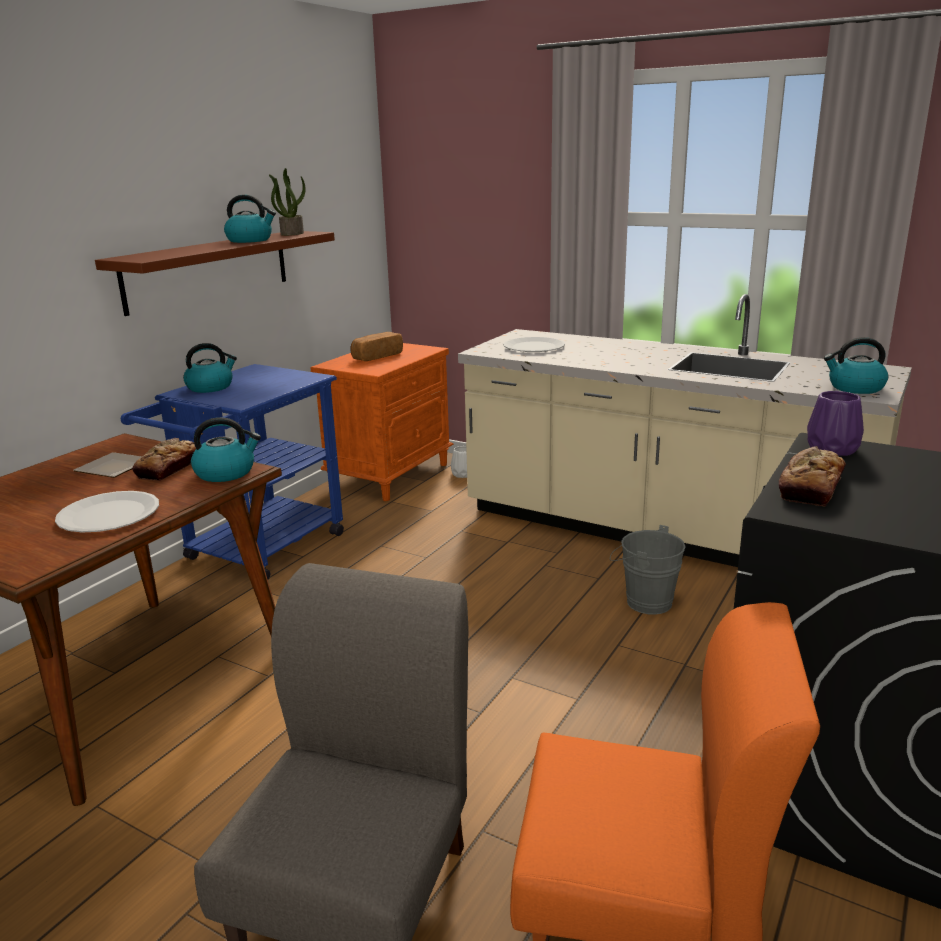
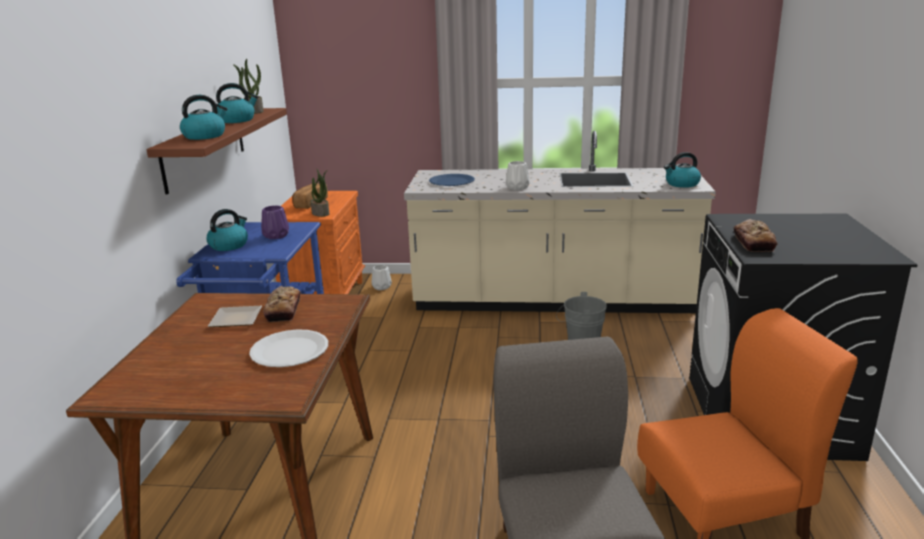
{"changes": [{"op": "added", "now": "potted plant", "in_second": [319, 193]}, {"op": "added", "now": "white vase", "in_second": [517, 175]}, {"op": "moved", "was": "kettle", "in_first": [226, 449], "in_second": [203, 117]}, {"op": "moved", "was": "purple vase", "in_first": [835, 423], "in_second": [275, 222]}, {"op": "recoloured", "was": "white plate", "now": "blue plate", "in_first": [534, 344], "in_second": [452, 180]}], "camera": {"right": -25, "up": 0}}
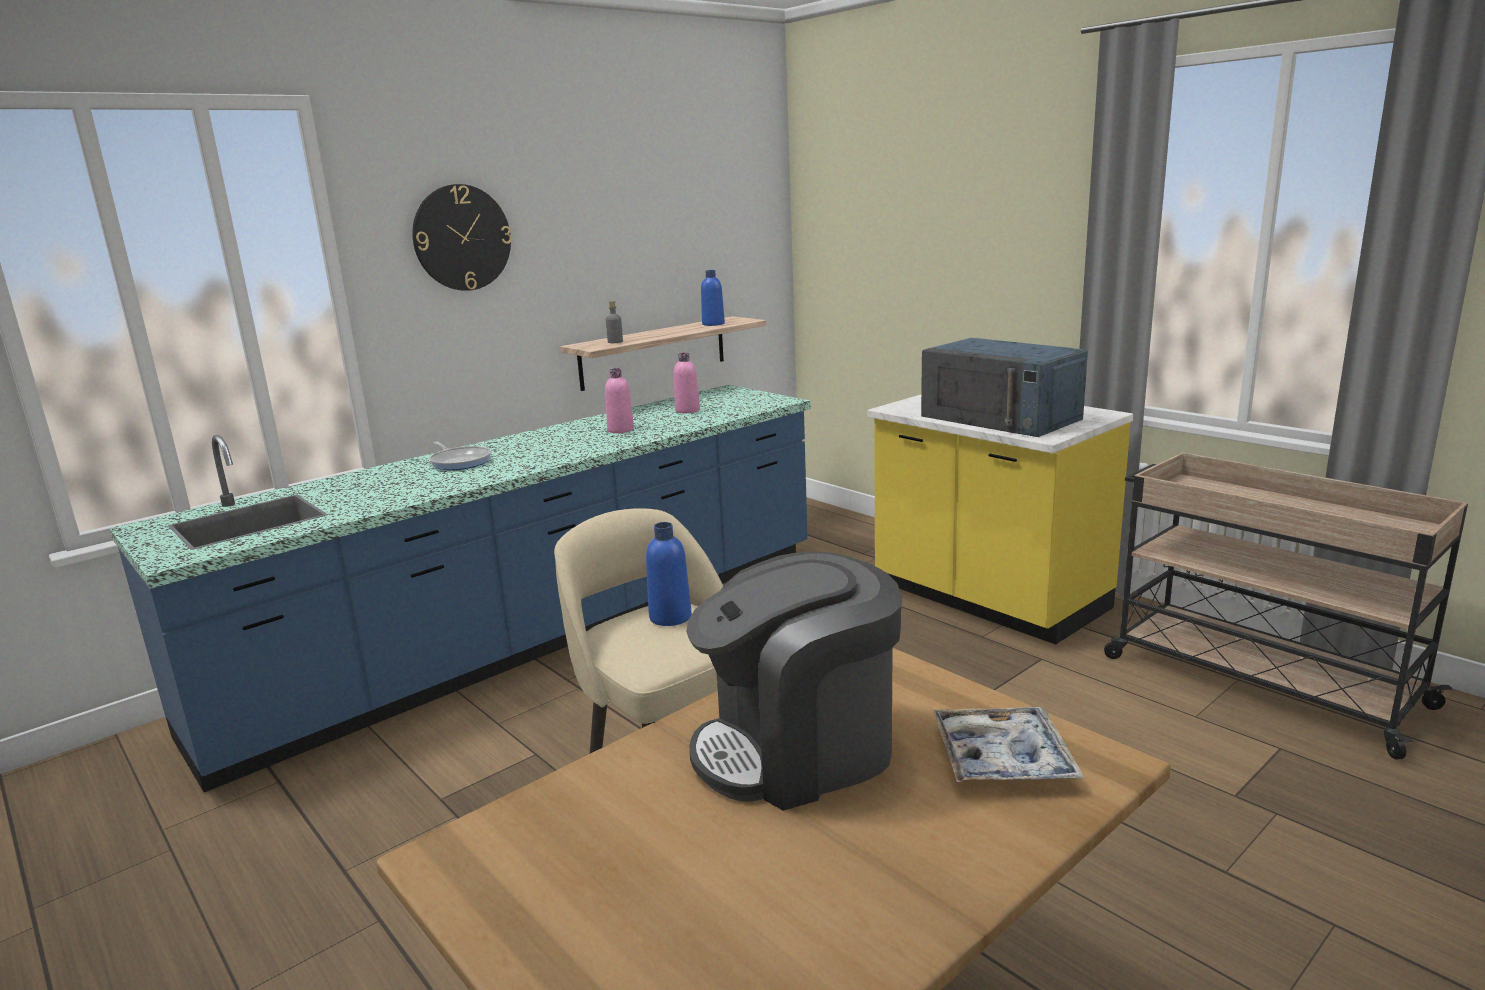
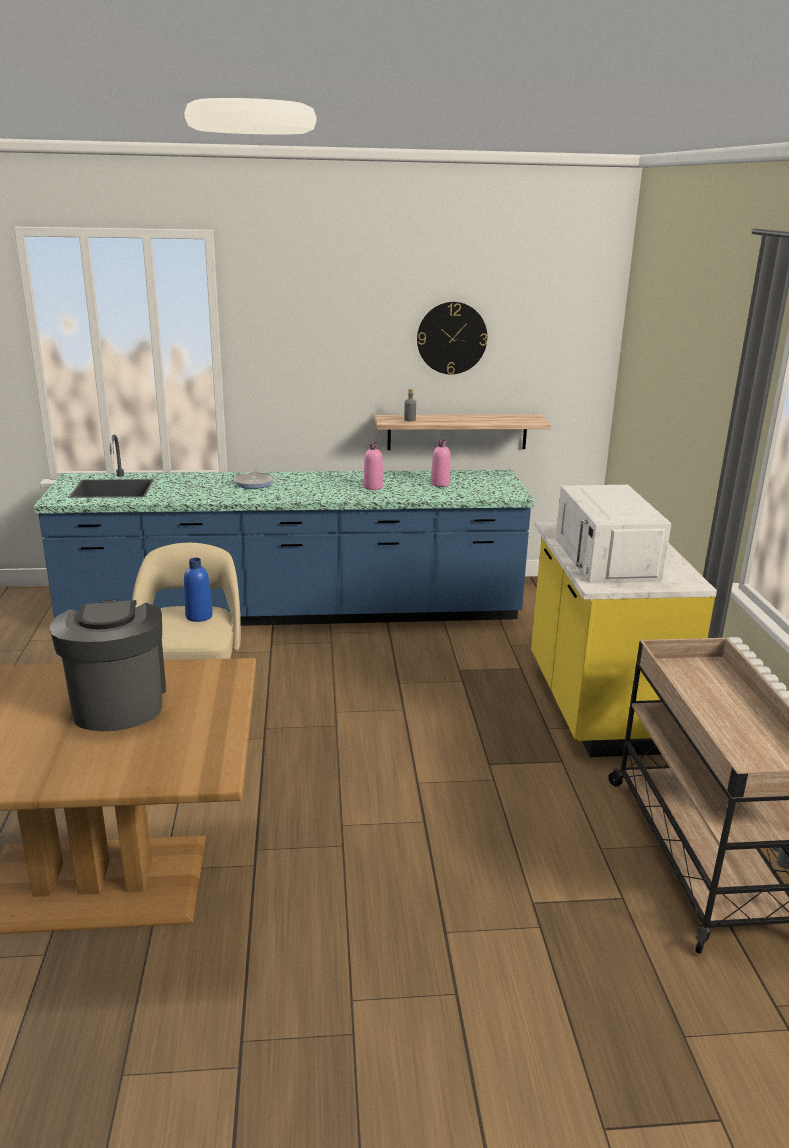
{"changes": [{"op": "removed", "was": "blue bottle", "in_first": [713, 298]}, {"op": "removed", "was": "tray", "in_first": [1008, 744]}, {"op": "moved", "was": "wall clock", "in_first": [462, 237], "in_second": [452, 338]}, {"op": "recoloured", "was": "blue microwave", "now": "white microwave", "in_first": [1004, 387], "in_second": [613, 534]}, {"op": "turned", "was": "coffee machine", "in_first": [794, 681], "in_second": [108, 665], "clockwise": 60}], "camera": {"right": 35, "up": 5}}
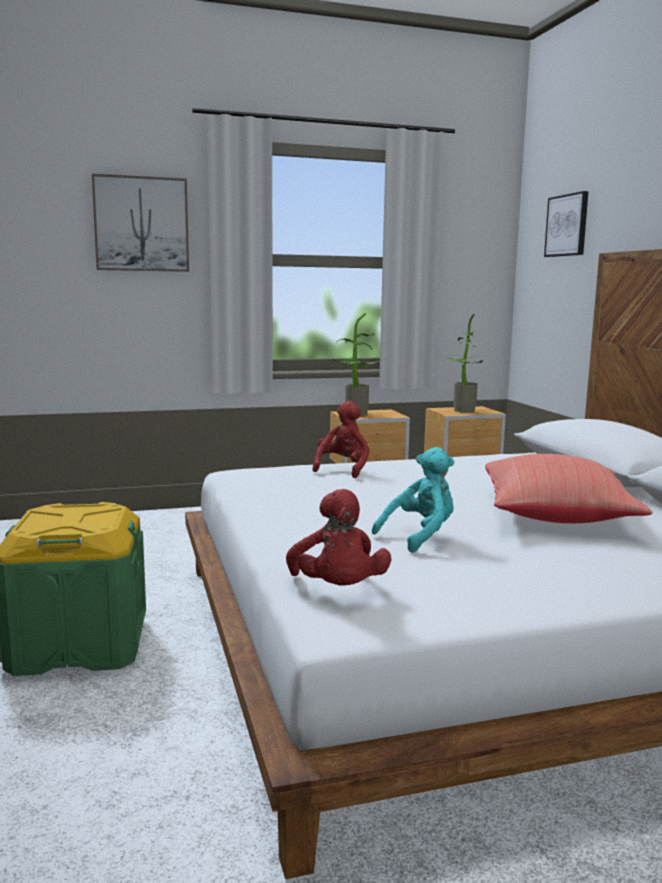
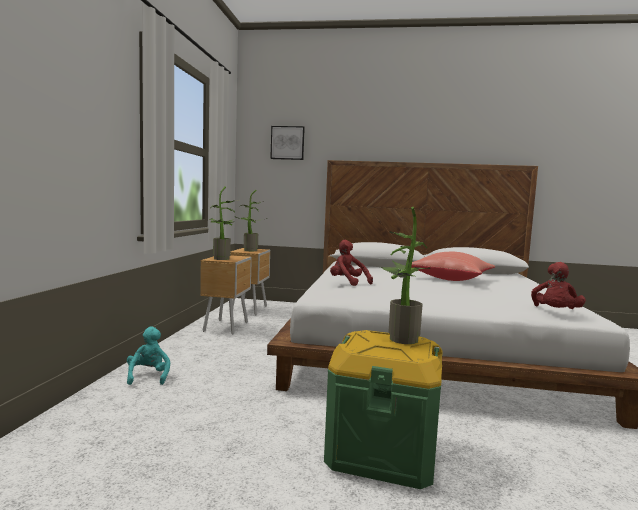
{"changes": [{"op": "removed", "was": "picture", "in_first": [140, 223]}, {"op": "added", "now": "potted plant", "in_second": [405, 275]}, {"op": "moved", "was": "turquoise plush toy", "in_first": [413, 500], "in_second": [148, 356]}, {"op": "turned", "was": "red plush toy", "in_first": [338, 537], "in_second": [558, 285], "clockwise": 105}], "camera": {"right": -65, "up": -5}}
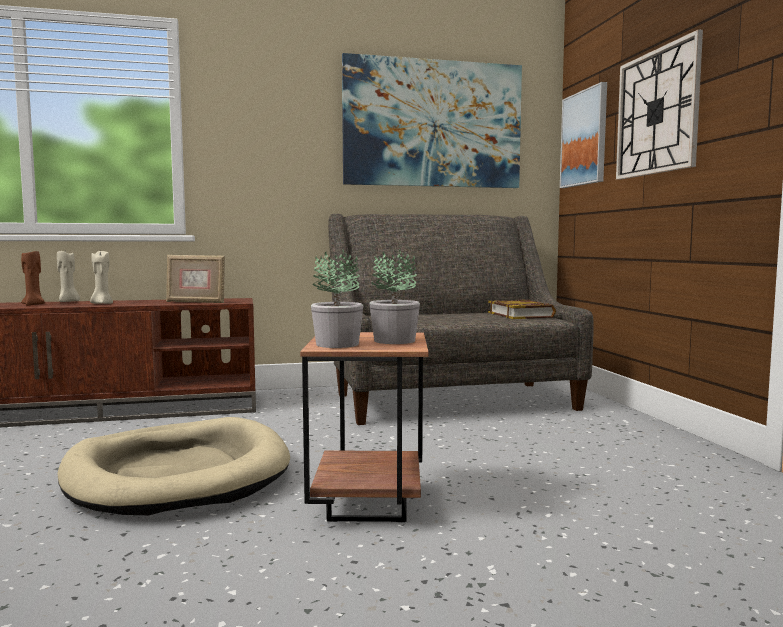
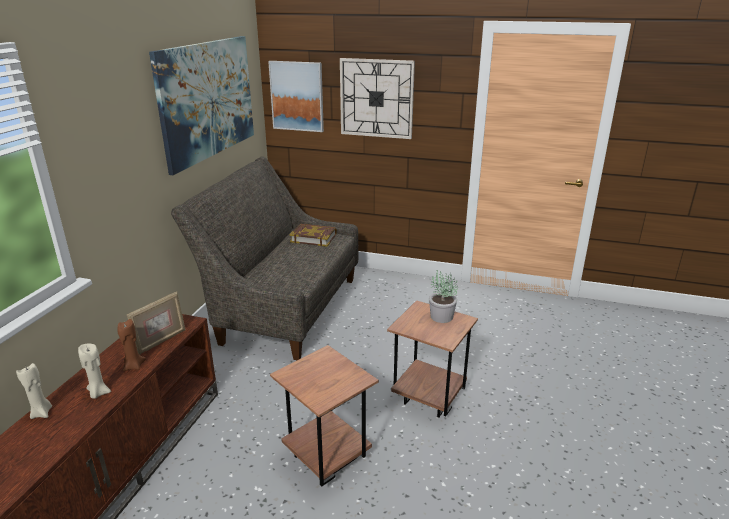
{"changes": [{"op": "removed", "was": "potted plant", "in_first": [337, 299]}, {"op": "moved", "was": "brown candle", "in_first": [33, 278], "in_second": [132, 345]}, {"op": "replaced", "was": "beige dog bed", "now": "brown side table", "in_first": [173, 466], "in_second": [324, 416]}], "camera": {"right": -60, "up": 20}}
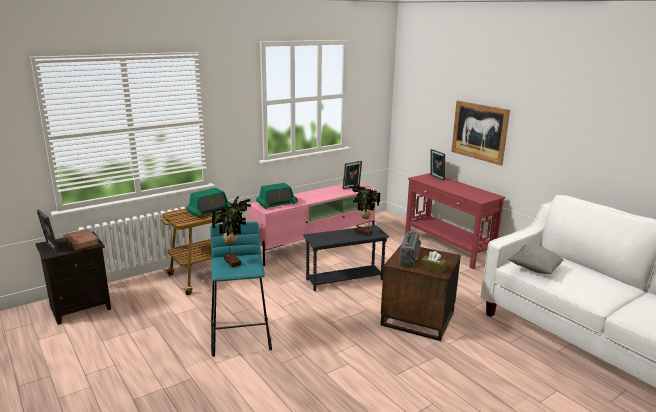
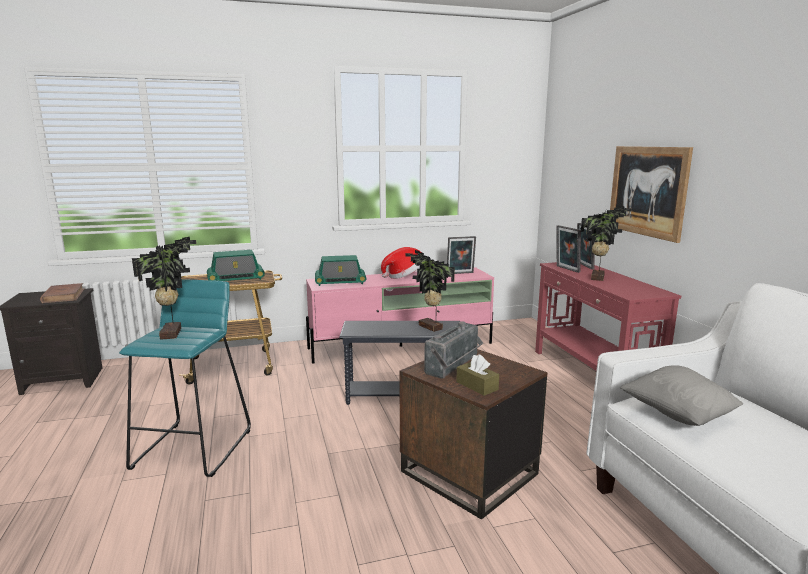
{"changes": [{"op": "added", "now": "hat", "in_second": [401, 263]}, {"op": "added", "now": "potted plant", "in_second": [606, 243]}, {"op": "moved", "was": "picture frame", "in_first": [48, 230], "in_second": [568, 249]}], "camera": {"right": 20, "up": -5}}
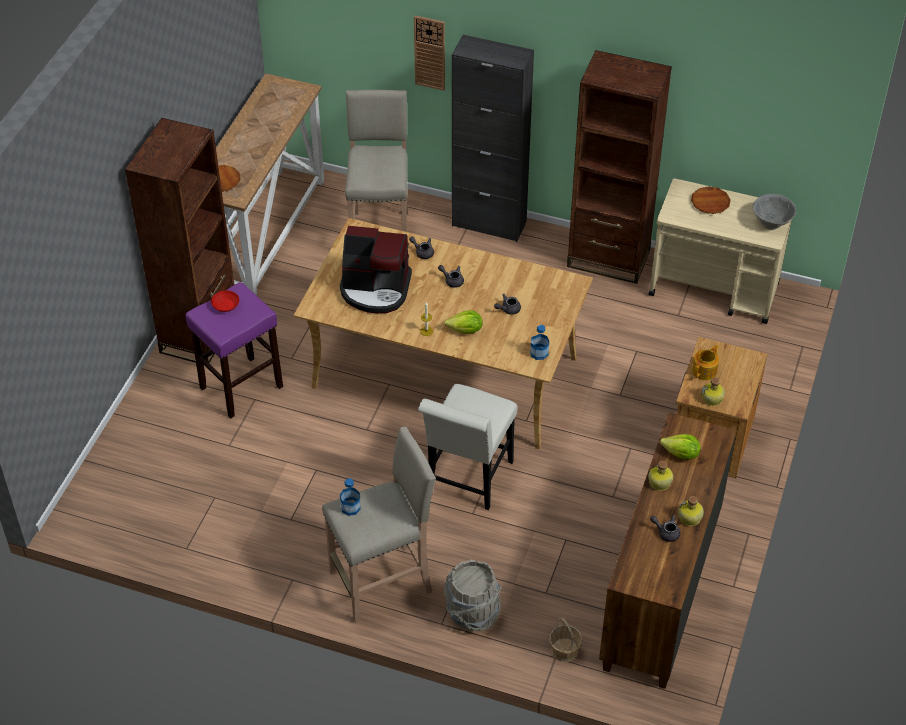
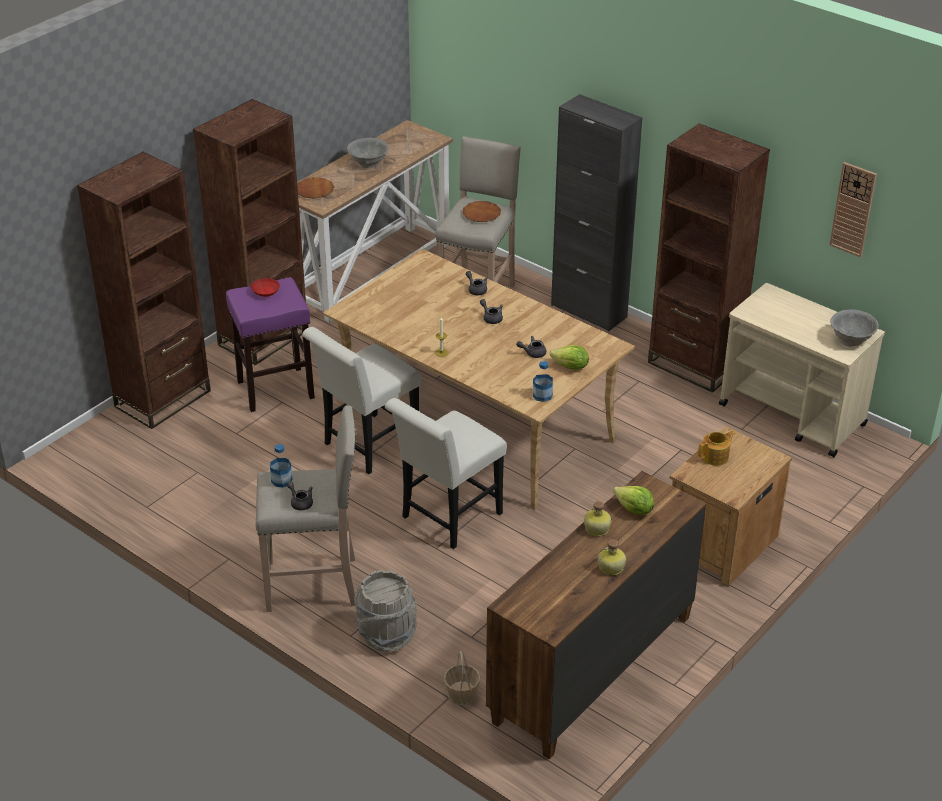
{"changes": [{"op": "removed", "was": "coffee machine", "in_first": [376, 270]}, {"op": "removed", "was": "bottle", "in_first": [713, 392]}, {"op": "added", "now": "brown bookcase", "in_second": [144, 290]}, {"op": "added", "now": "white chair", "in_second": [362, 400]}, {"op": "added", "now": "grey bowl", "in_second": [368, 153]}, {"op": "moved", "was": "wall clock", "in_first": [429, 53], "in_second": [853, 209]}, {"op": "moved", "was": "lettuce", "in_first": [463, 322], "in_second": [569, 357]}, {"op": "moved", "was": "grey teapot", "in_first": [665, 528], "in_second": [299, 496]}, {"op": "moved", "was": "brown plate", "in_first": [711, 200], "in_second": [481, 211]}], "camera": {"right": 20, "up": -10}}
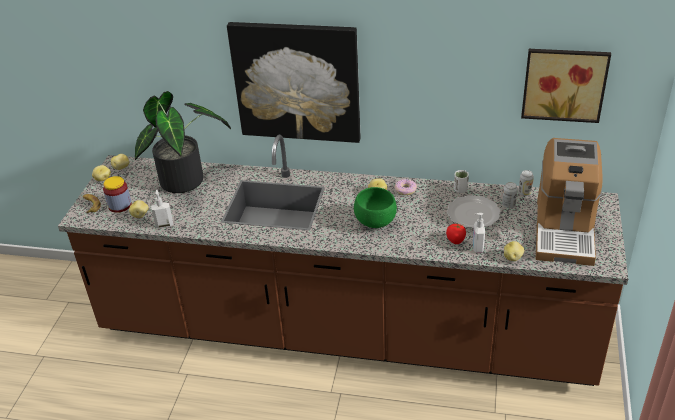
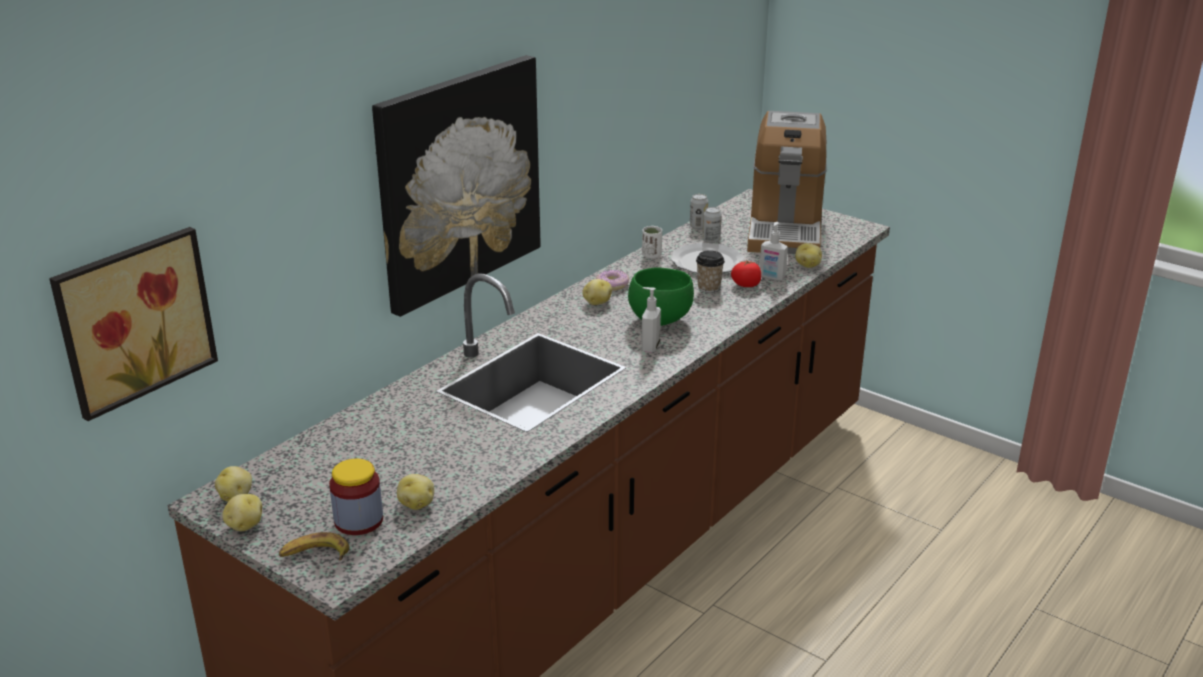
{"changes": [{"op": "removed", "was": "potted plant", "in_first": [183, 142]}, {"op": "added", "now": "cup", "in_second": [710, 272]}, {"op": "moved", "was": "soap dispenser", "in_first": [162, 209], "in_second": [651, 320]}, {"op": "moved", "was": "picture", "in_first": [566, 86], "in_second": [133, 324]}, {"op": "turned", "was": "coffee machine", "in_first": [569, 202], "in_second": [787, 182], "clockwise": 60}], "camera": {"right": -65, "up": -10}}
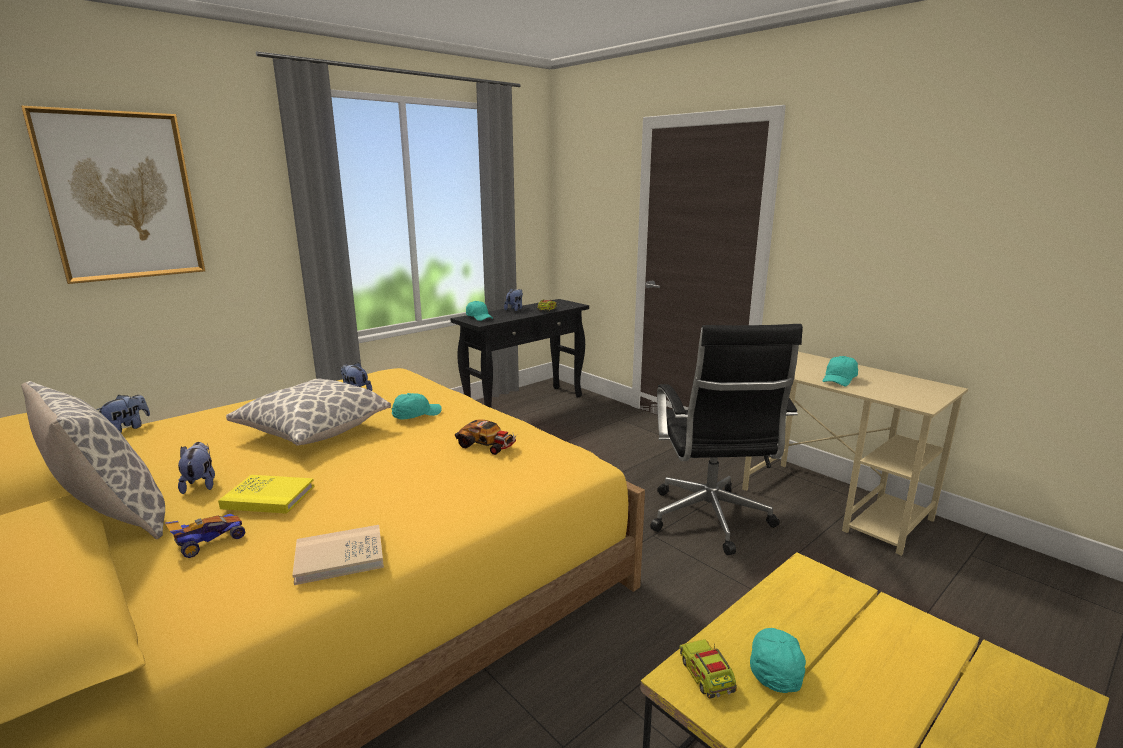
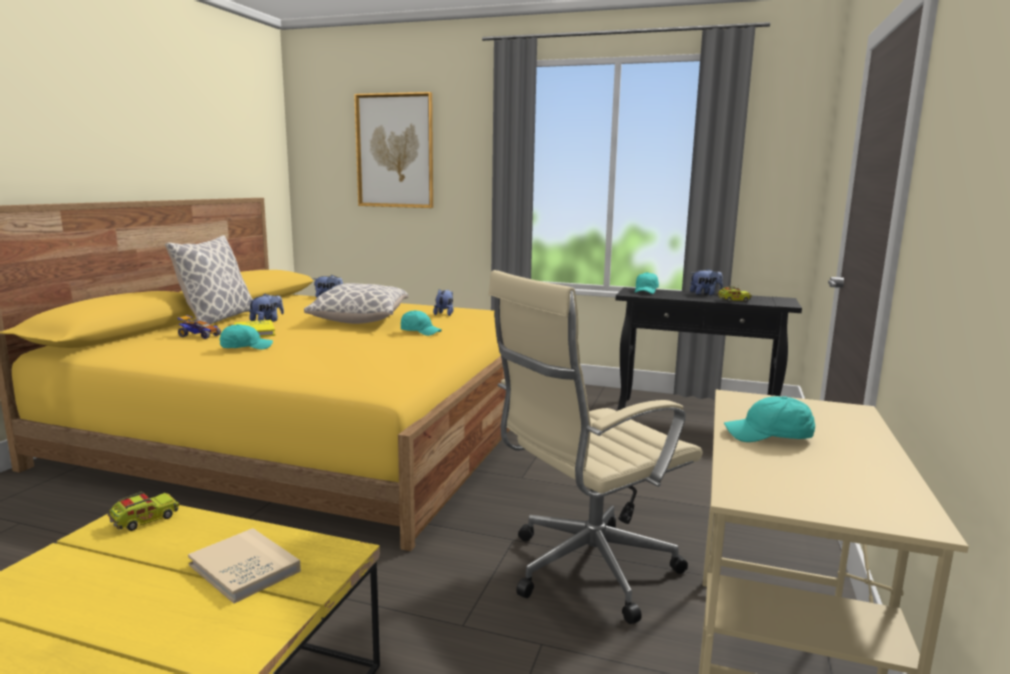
{"changes": [{"op": "removed", "was": "toy car", "in_first": [486, 437]}, {"op": "moved", "was": "beige book", "in_first": [338, 555], "in_second": [244, 565]}, {"op": "moved", "was": "turquoise cap", "in_first": [778, 660], "in_second": [246, 336]}, {"op": "recoloured", "was": "black office chair", "now": "beige office chair", "in_first": [726, 439], "in_second": [595, 447]}], "camera": {"right": 60, "up": -5}}
